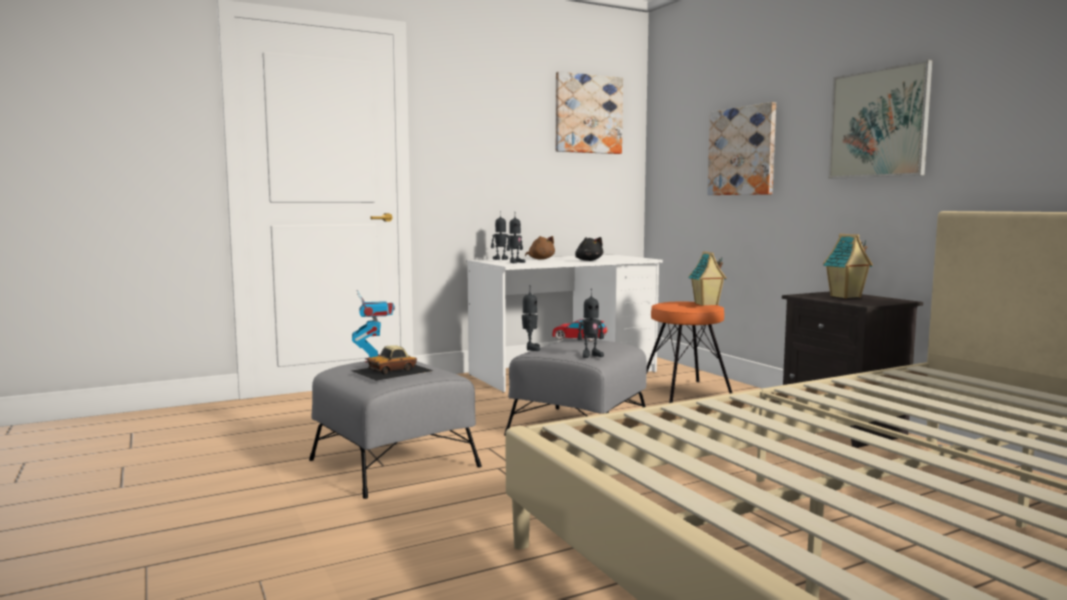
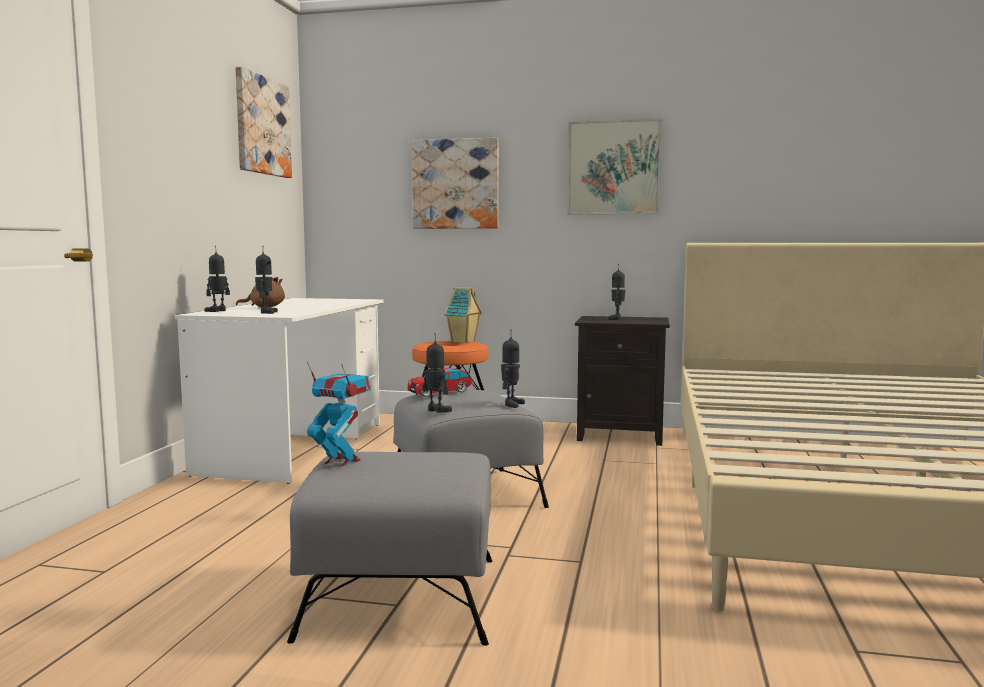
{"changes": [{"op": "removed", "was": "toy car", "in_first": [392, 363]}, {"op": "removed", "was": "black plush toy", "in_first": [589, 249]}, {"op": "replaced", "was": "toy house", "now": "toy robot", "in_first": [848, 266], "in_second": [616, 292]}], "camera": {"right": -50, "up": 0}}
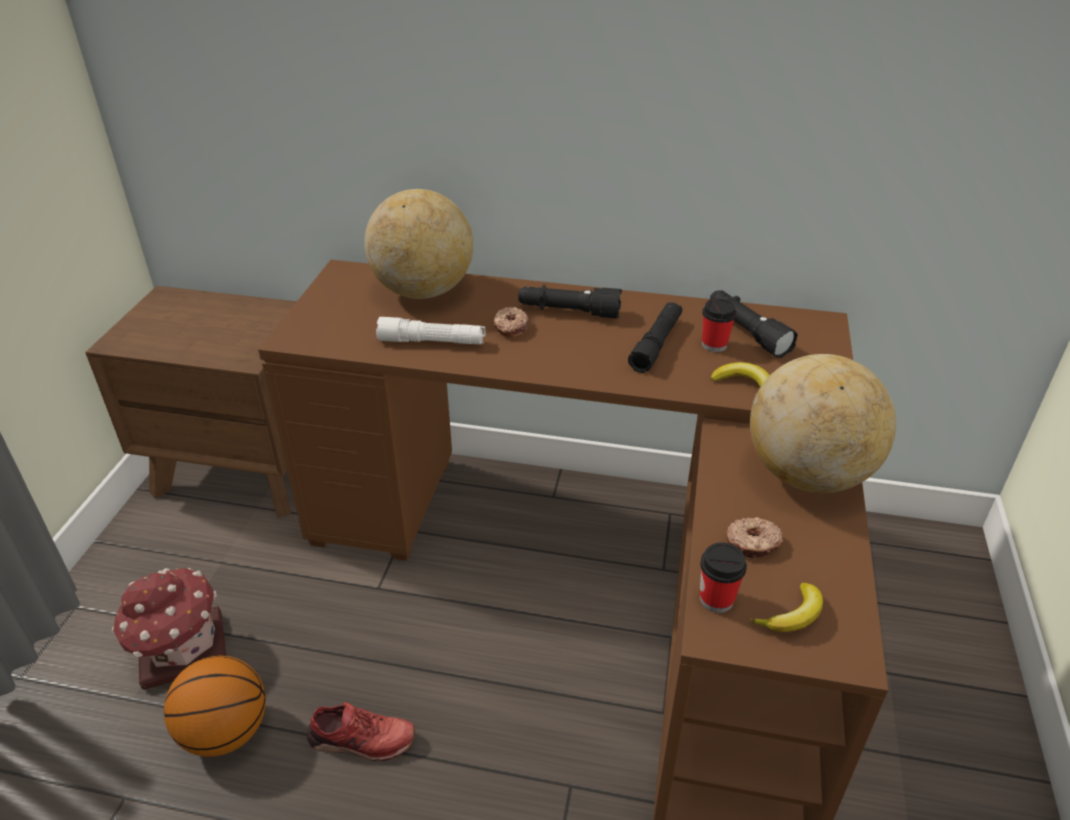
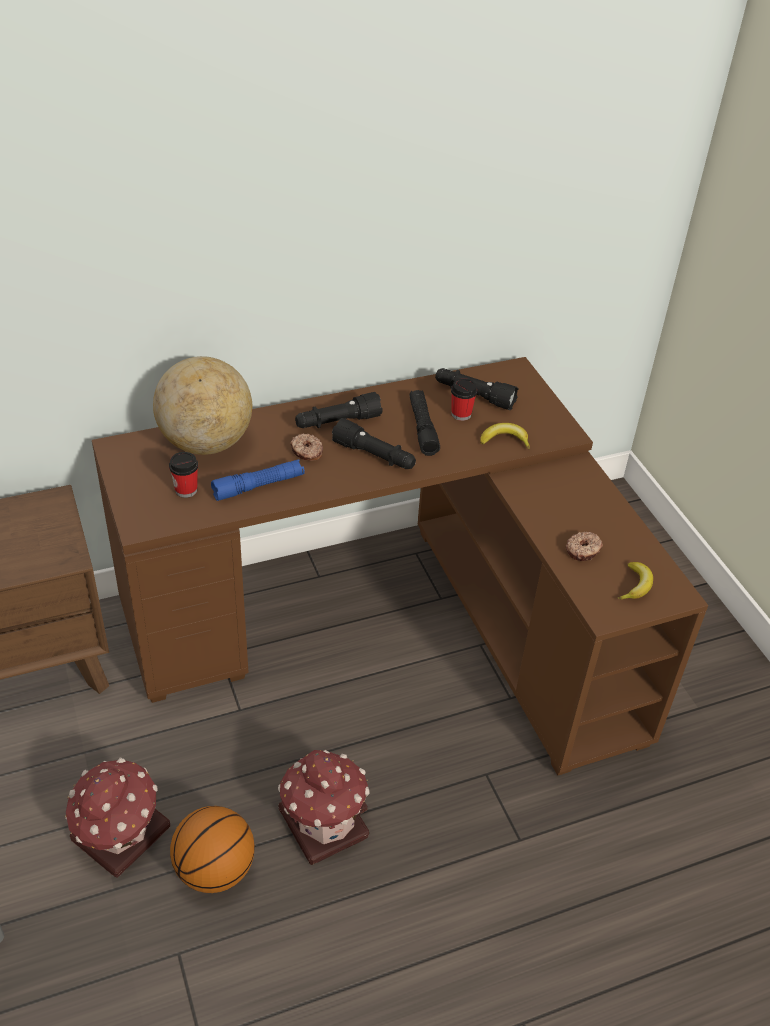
{"changes": [{"op": "removed", "was": "globe", "in_first": [823, 423]}, {"op": "added", "now": "black flashlight", "in_second": [374, 443]}, {"op": "moved", "was": "cup", "in_first": [723, 577], "in_second": [183, 475]}, {"op": "replaced", "was": "red shoe", "now": "toy house", "in_first": [361, 731], "in_second": [324, 807]}, {"op": "recoloured", "was": "white flashlight", "now": "blue flashlight", "in_first": [431, 331], "in_second": [258, 480]}], "camera": {"right": -35, "up": 5}}
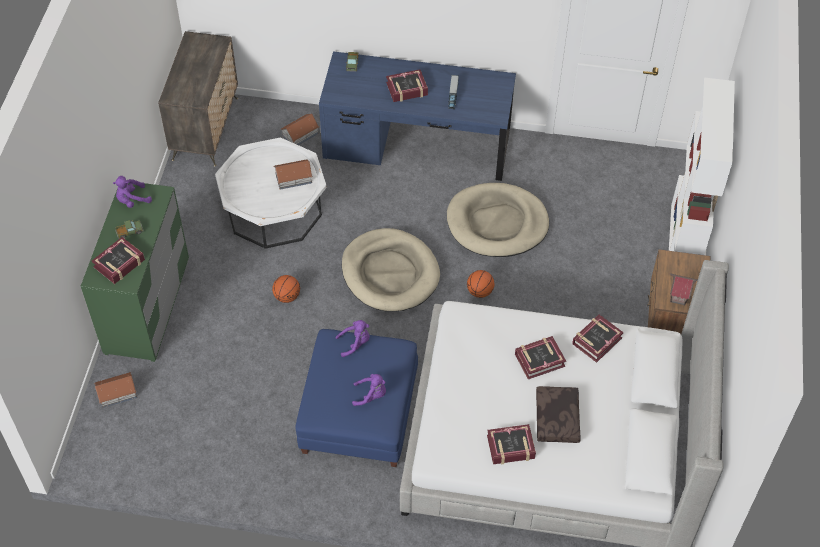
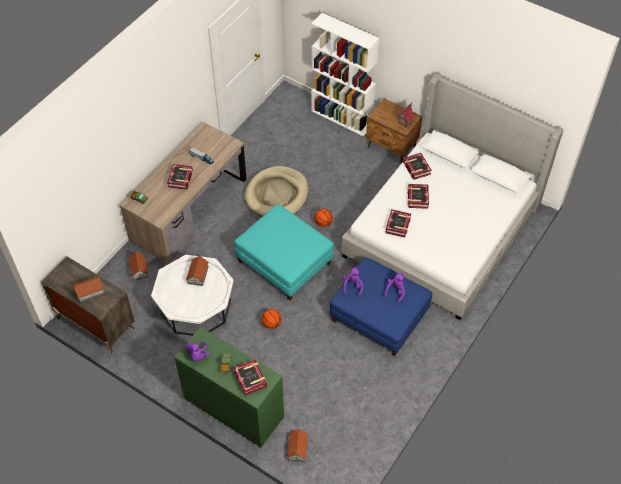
{"changes": [{"op": "removed", "was": "brown pillow", "in_first": [558, 414]}, {"op": "added", "now": "toy house", "in_second": [88, 289]}, {"op": "moved", "was": "book", "in_first": [511, 444], "in_second": [398, 223]}, {"op": "replaced", "was": "beige dog bed", "now": "turquoise ottoman", "in_first": [391, 270], "in_second": [284, 252]}, {"op": "recoloured", "was": "blue desk", "now": "brown desk", "in_first": [417, 116], "in_second": [183, 193]}], "camera": {"right": -65, "up": 0}}
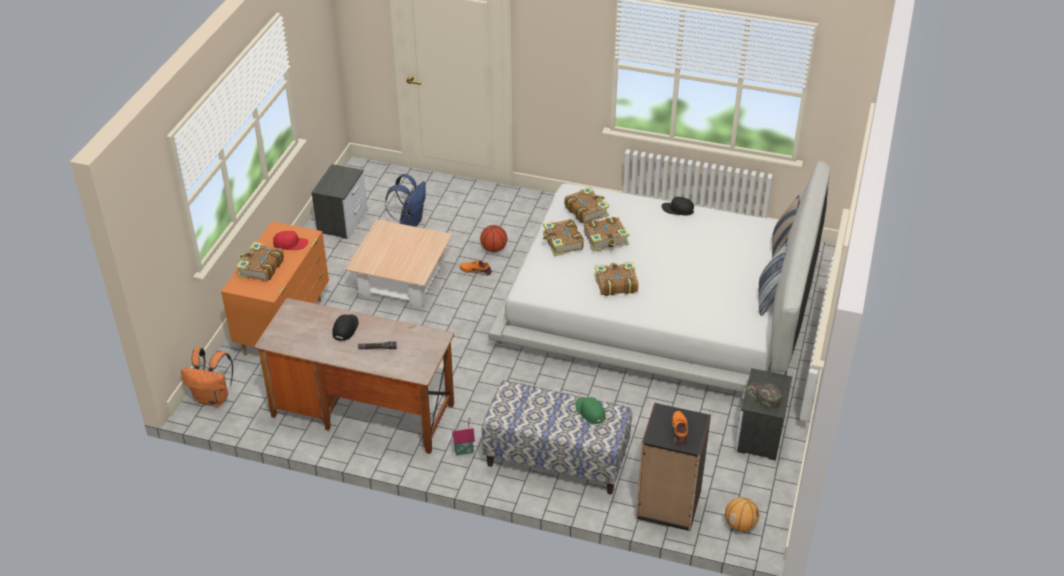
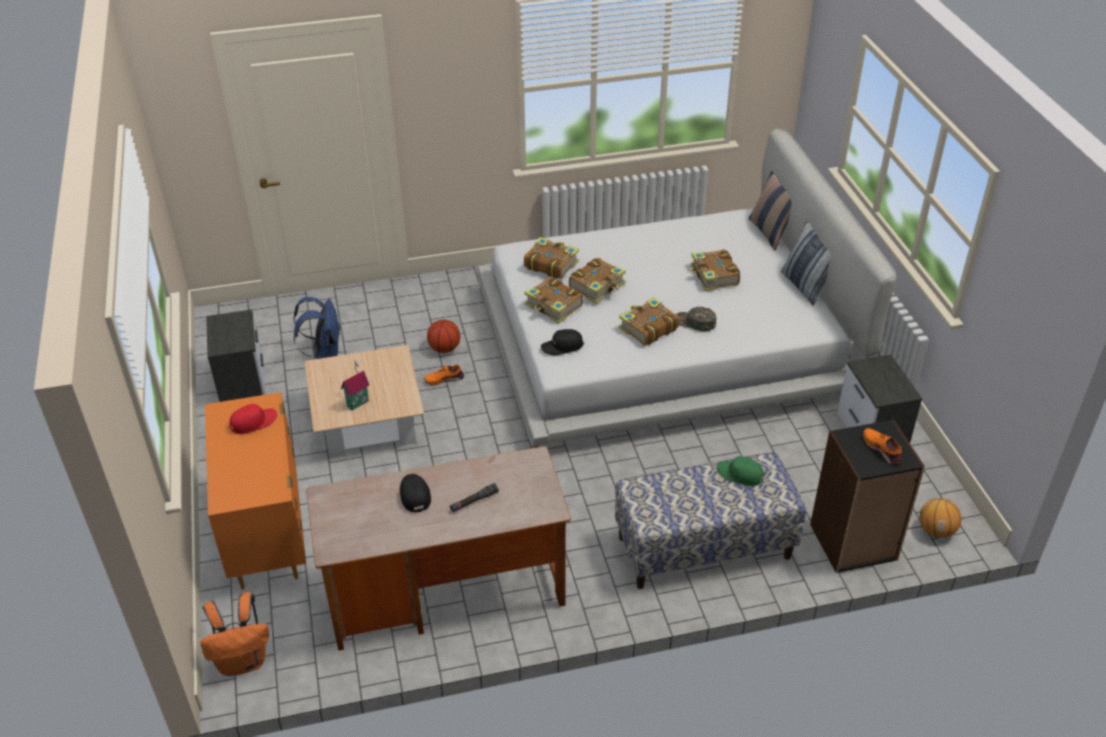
{"changes": [{"op": "moved", "was": "book", "in_first": [260, 262], "in_second": [715, 270]}, {"op": "moved", "was": "toy house", "in_first": [463, 436], "in_second": [355, 385]}, {"op": "moved", "was": "black cap", "in_first": [678, 206], "in_second": [562, 342]}, {"op": "moved", "was": "green cap", "in_first": [764, 395], "in_second": [696, 319]}], "camera": {"right": -30, "up": 0}}
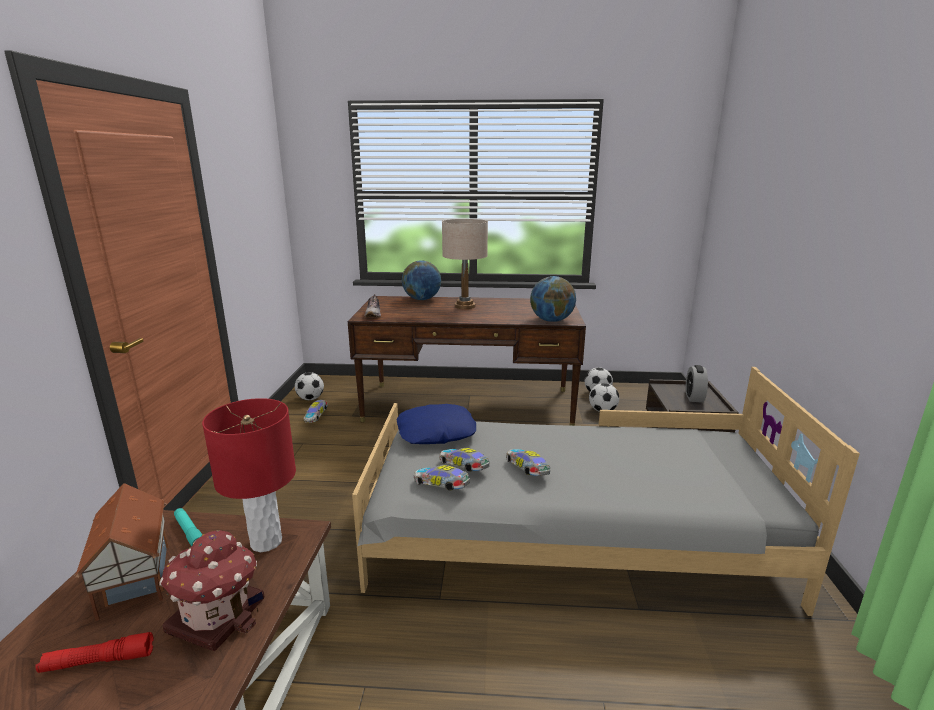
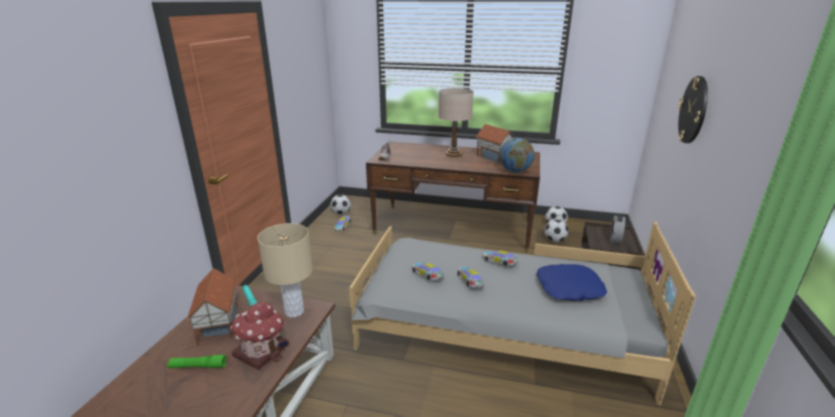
{"changes": [{"op": "removed", "was": "globe", "in_first": [421, 280]}, {"op": "added", "now": "toy house", "in_second": [495, 144]}, {"op": "added", "now": "wall clock", "in_second": [693, 109]}, {"op": "moved", "was": "blue pillow", "in_first": [436, 424], "in_second": [571, 282]}, {"op": "moved", "was": "toy car", "in_first": [442, 478], "in_second": [500, 258]}, {"op": "recoloured", "was": "red flashlight", "now": "green flashlight", "in_first": [95, 652], "in_second": [197, 361]}, {"op": "recoloured", "was": "red table lamp", "now": "beige table lamp", "in_first": [249, 475], "in_second": [285, 270]}], "camera": {"right": 10, "up": 5}}
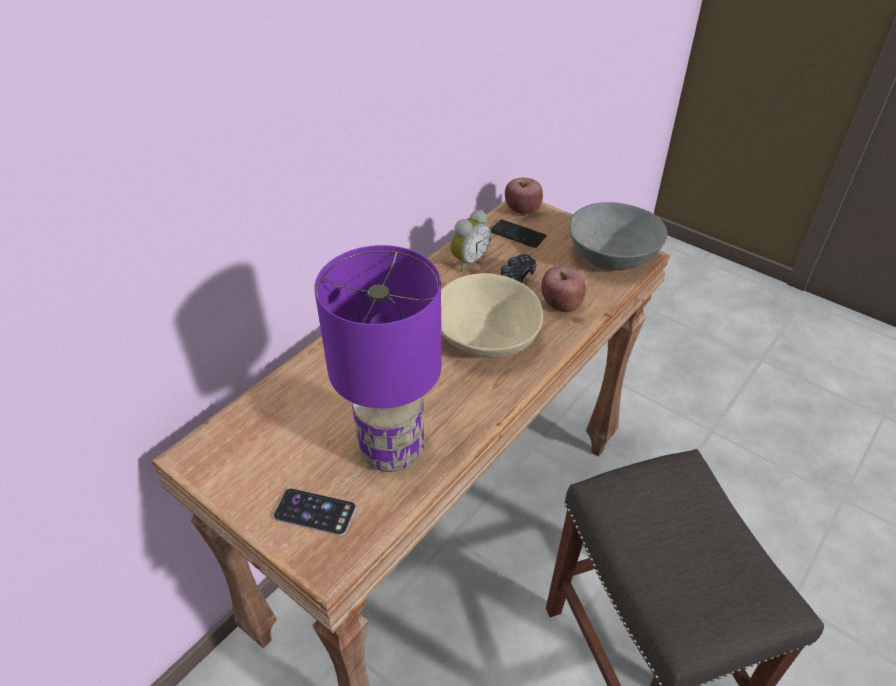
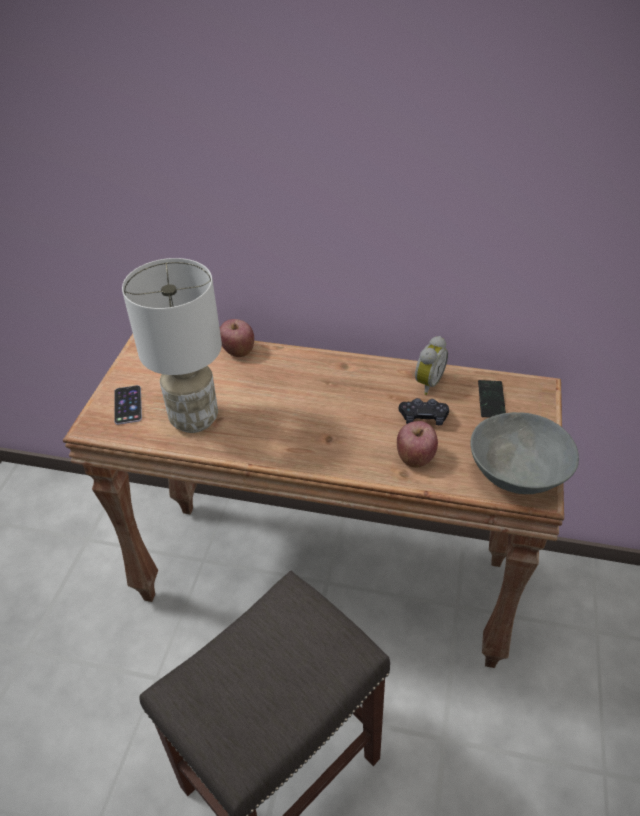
{"changes": [{"op": "removed", "was": "beige bowl", "in_first": [492, 315]}, {"op": "moved", "was": "apple", "in_first": [524, 196], "in_second": [237, 338]}, {"op": "recoloured", "was": "purple table lamp", "now": "white table lamp", "in_first": [378, 358], "in_second": [172, 345]}, {"op": "turned", "was": "alarm clock", "in_first": [470, 241], "in_second": [431, 365], "clockwise": -75}], "camera": {"right": 65, "up": 0}}
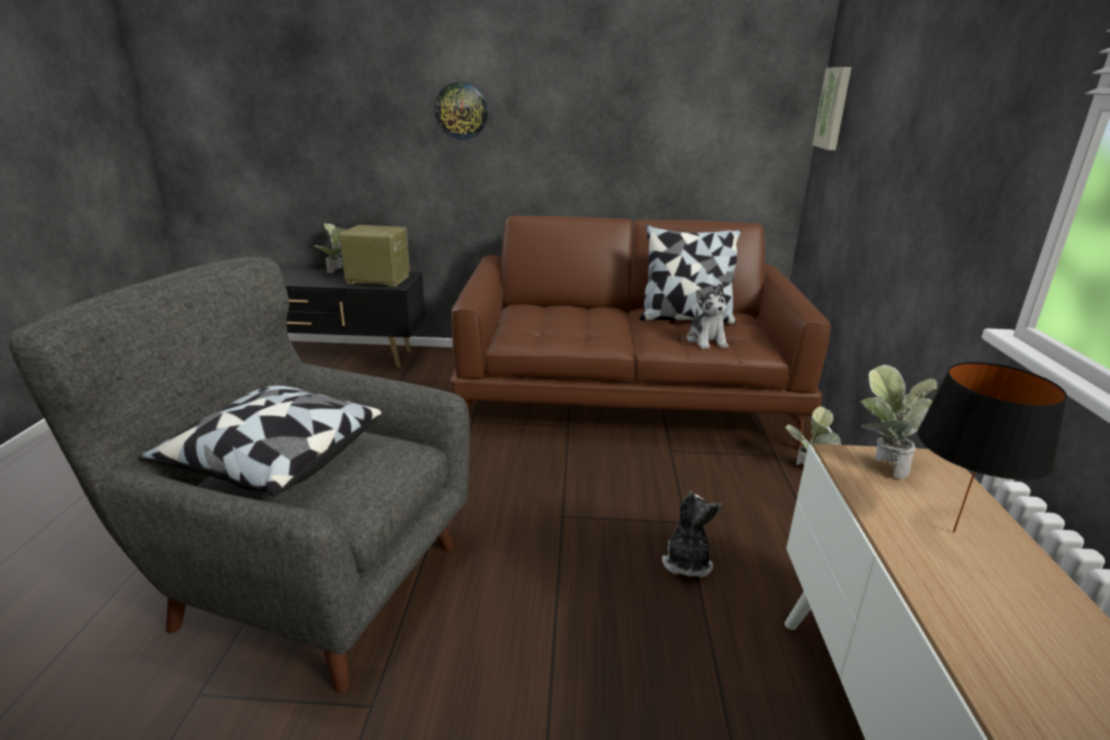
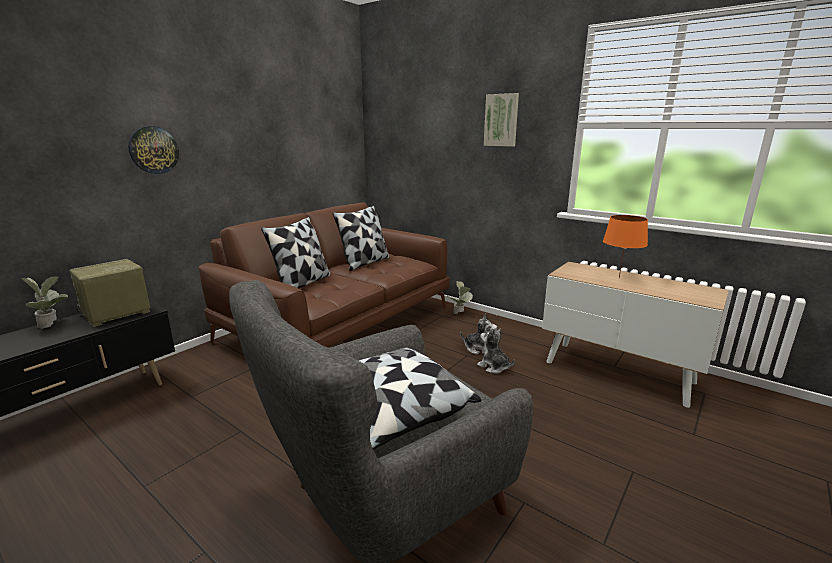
{"changes": [{"op": "removed", "was": "potted plant", "in_first": [899, 422]}, {"op": "added", "now": "pillow", "in_second": [296, 252]}, {"op": "moved", "was": "plush toy", "in_first": [707, 316], "in_second": [478, 334]}, {"op": "moved", "was": "picture", "in_first": [832, 108], "in_second": [501, 120]}, {"op": "recoloured", "was": "black table lamp", "now": "orange table lamp", "in_first": [992, 447], "in_second": [625, 246]}], "camera": {"right": -55, "up": -5}}
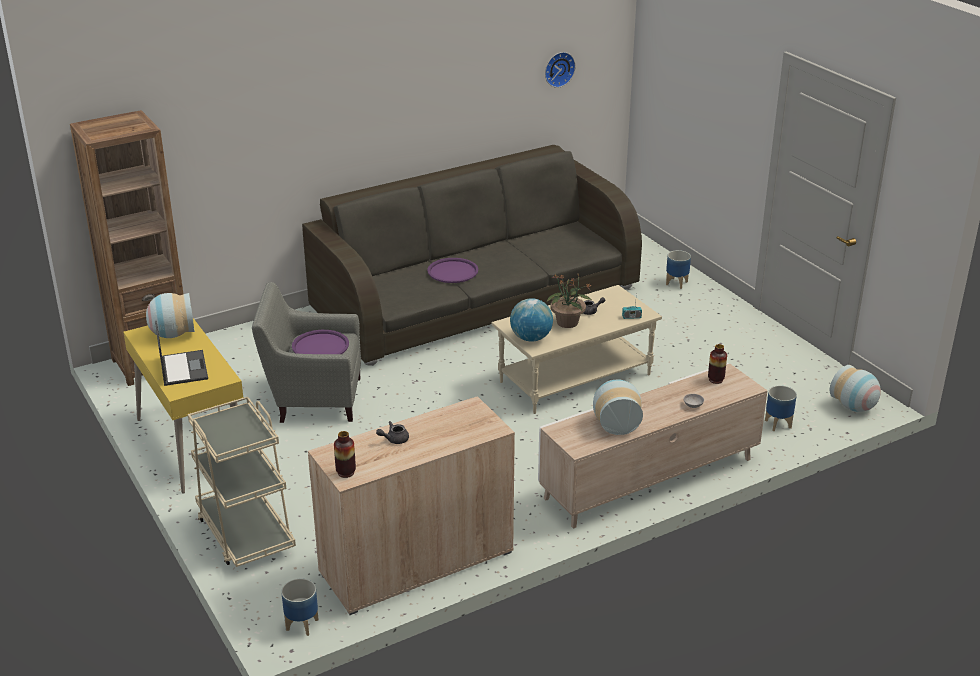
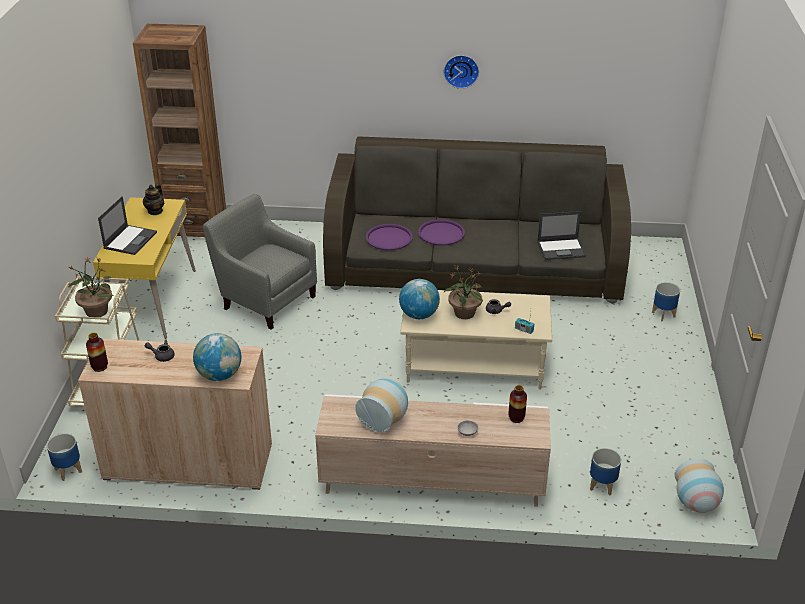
{"changes": [{"op": "added", "now": "potted plant", "in_second": [91, 287]}, {"op": "added", "now": "globe", "in_second": [217, 357]}, {"op": "added", "now": "laptop", "in_second": [561, 235]}, {"op": "moved", "was": "purple tray", "in_first": [320, 342], "in_second": [389, 237]}, {"op": "moved", "was": "wall clock", "in_first": [560, 70], "in_second": [461, 72]}, {"op": "replaced", "was": "vase", "now": "teapot", "in_first": [170, 315], "in_second": [153, 199]}], "camera": {"right": 35, "up": 5}}
